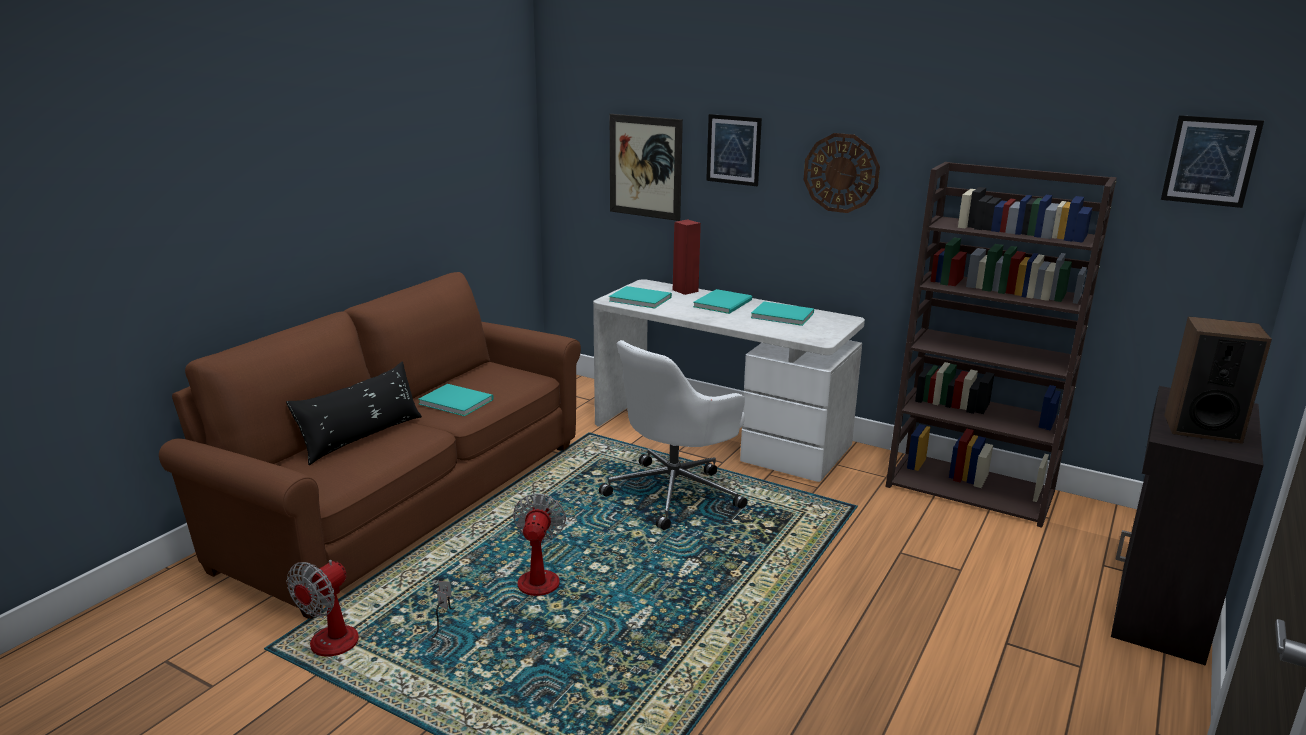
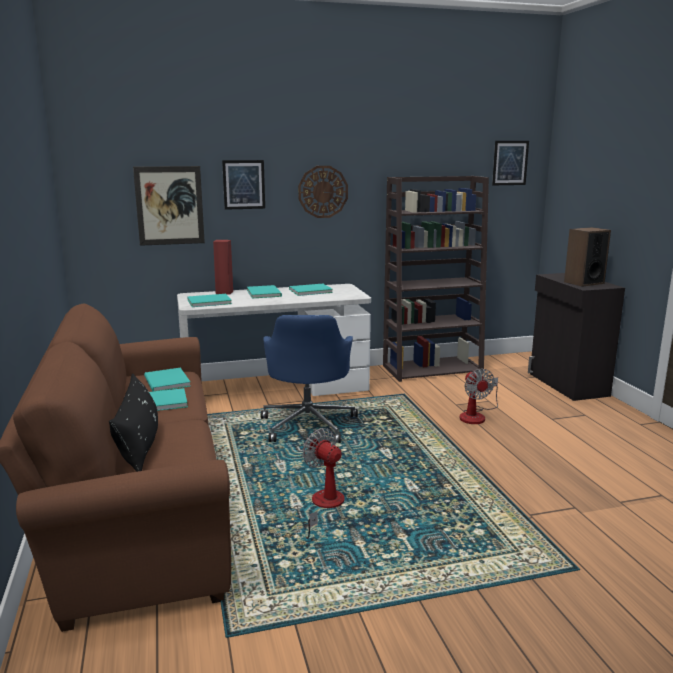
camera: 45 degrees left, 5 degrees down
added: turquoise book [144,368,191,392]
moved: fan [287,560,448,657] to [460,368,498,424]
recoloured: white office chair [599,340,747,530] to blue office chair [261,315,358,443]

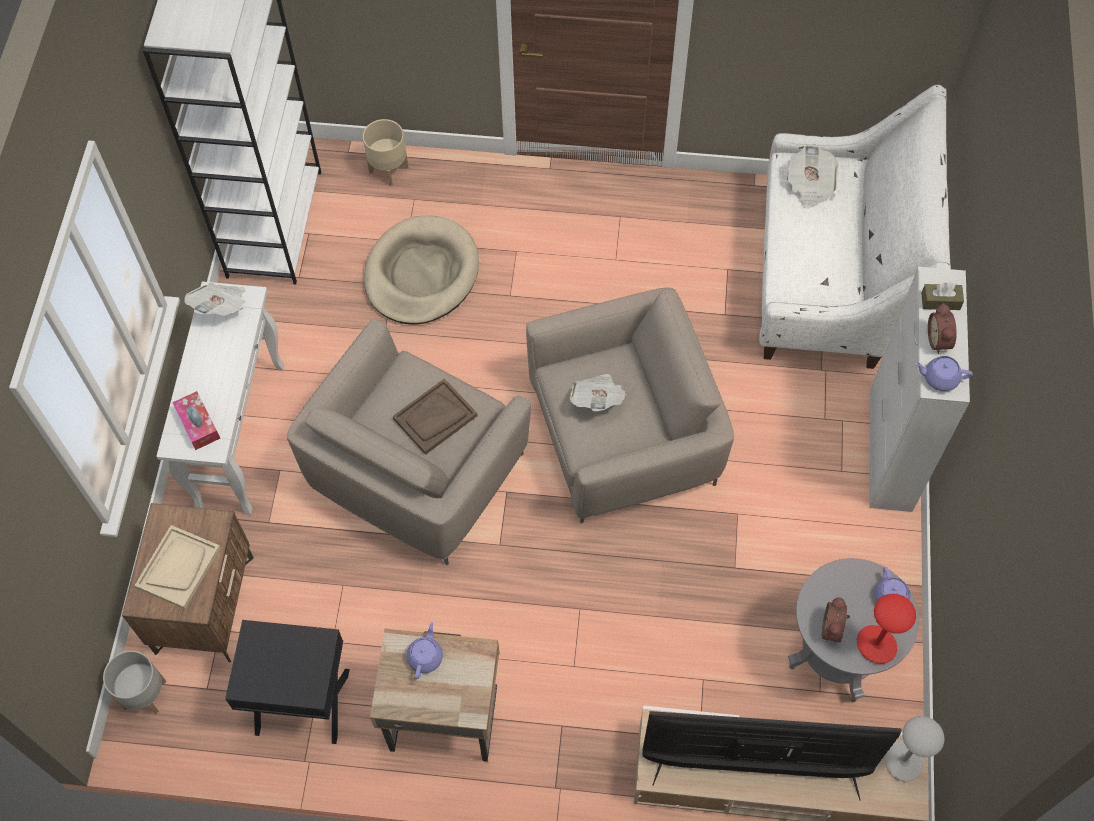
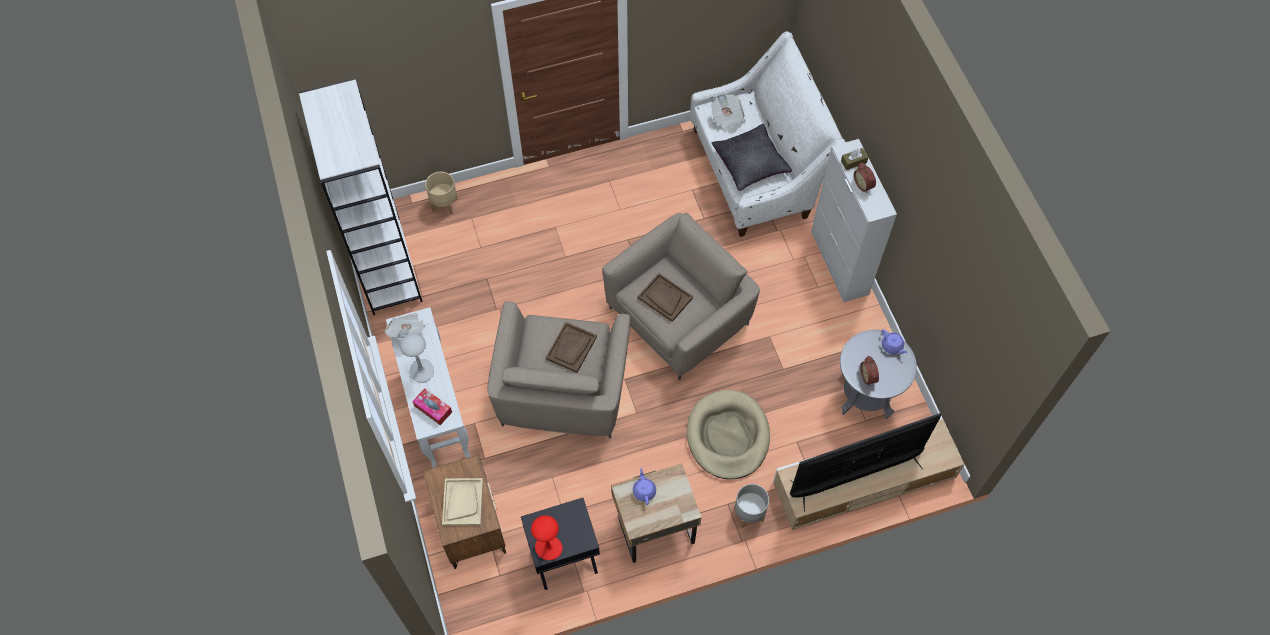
camera: 25 degrees left, 0 degrees up
removed: purple teapot [914,356,973,391]
added: black pillow [711,124,792,191]
moved: beige dog bed [364,215,479,325] to [687,390,770,479]; red table lamp [857,594,916,664] to [531,515,563,560]; grey planter [103,651,166,714] to [735,484,769,528]; grey table lamp [885,716,945,782] to [400,333,434,383]
replaced: newspaper [569,374,627,411] to brown tray [638,273,693,322]

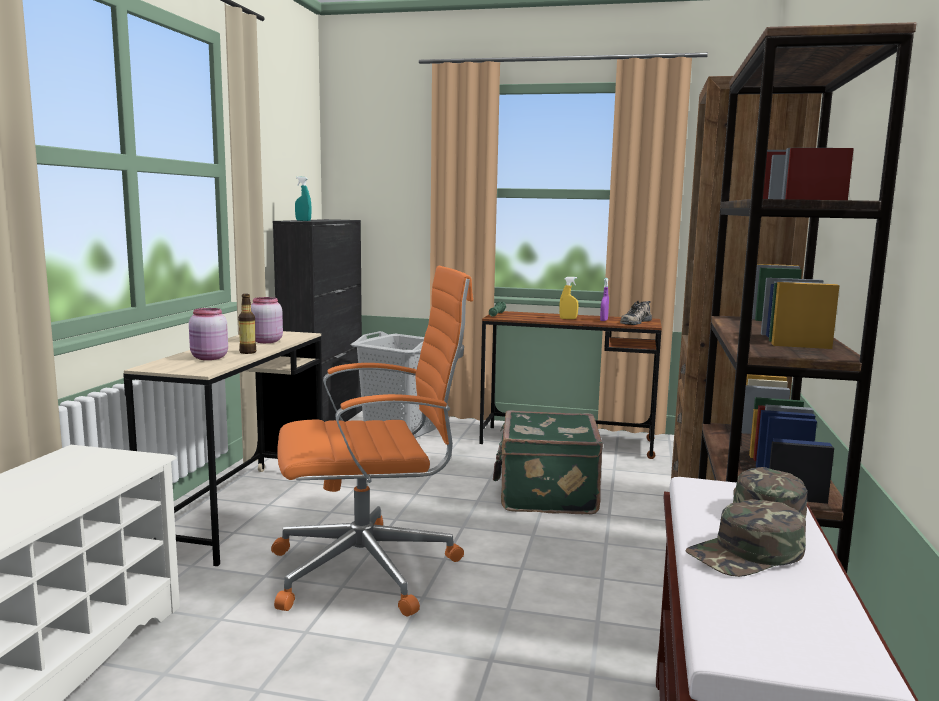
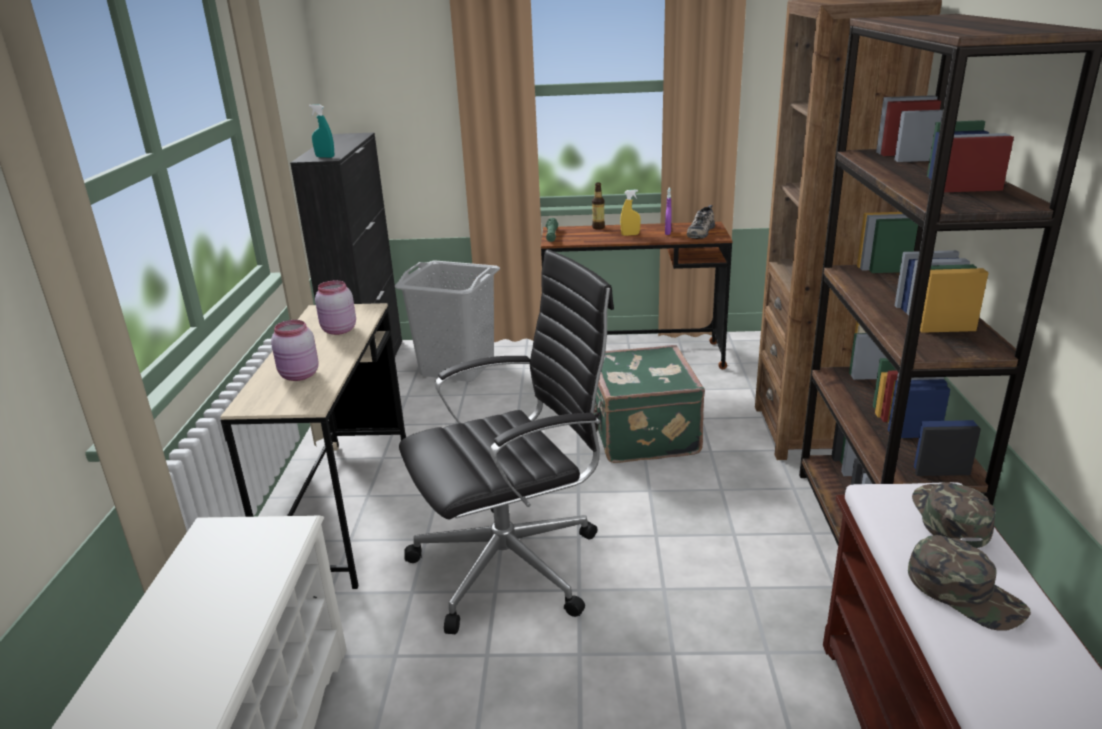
camera: 10 degrees left, 15 degrees up
moved: bottle [238,294,257,354] to [592,183,605,229]
recoloured: orange office chair [271,266,473,616] to black office chair [399,249,614,634]
turned: green cap [685,499,806,577] = [908,535,1031,631] 90 degrees counterclockwise

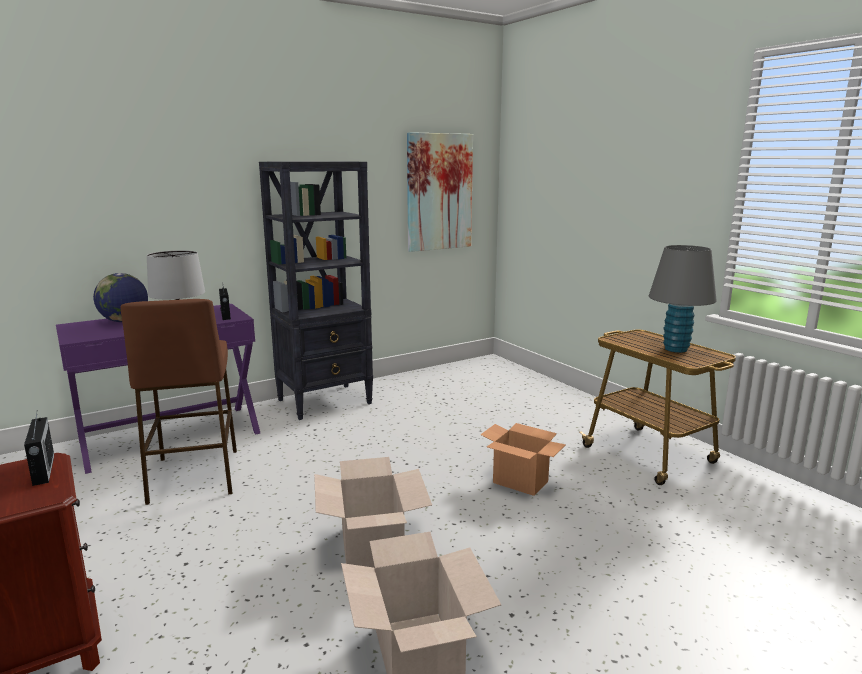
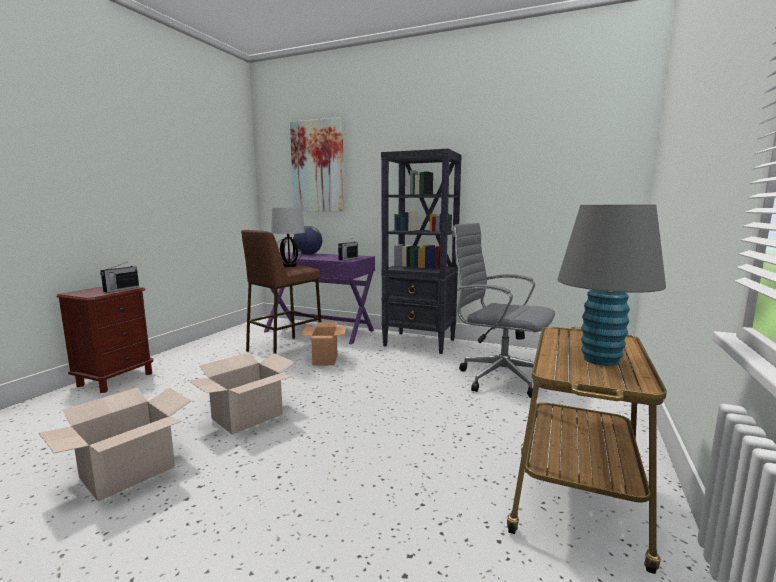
camera: 55 degrees right, 5 degrees down
added: grey office chair [452,223,555,398]
moved: picture [407,132,473,252] to [290,117,344,212]; cardboard box [481,423,566,496] to [300,322,347,366]

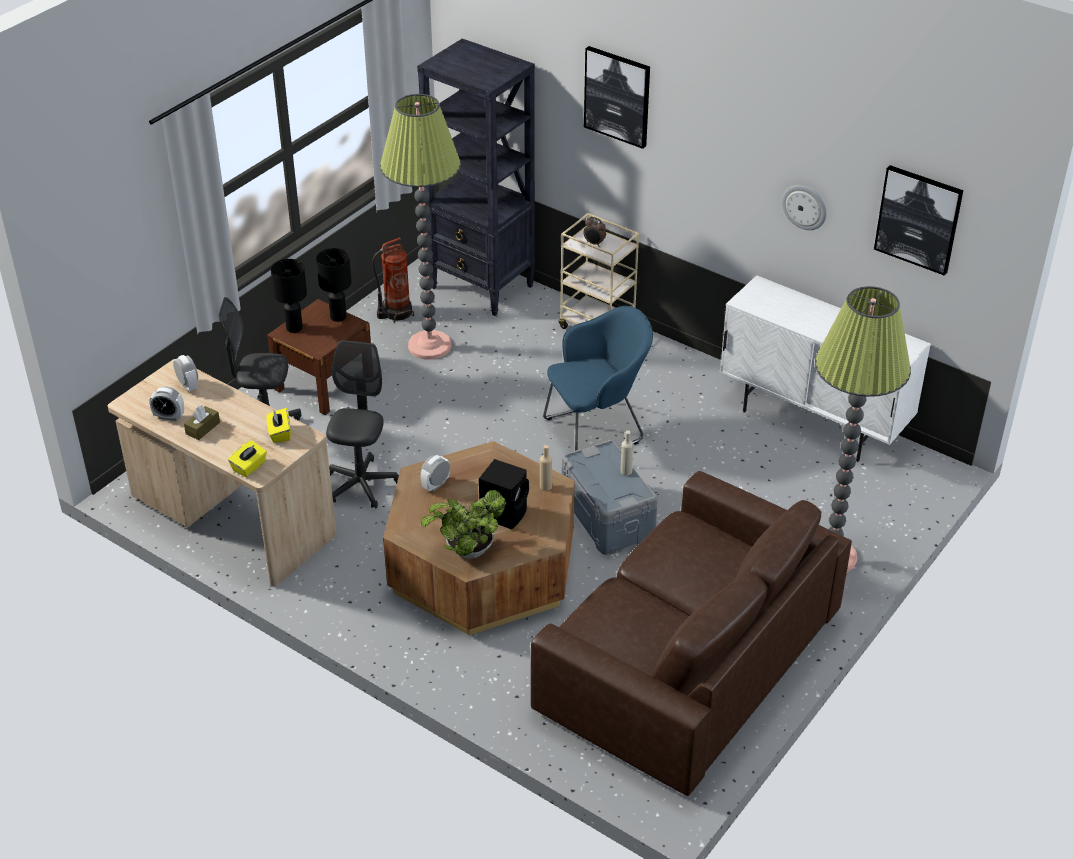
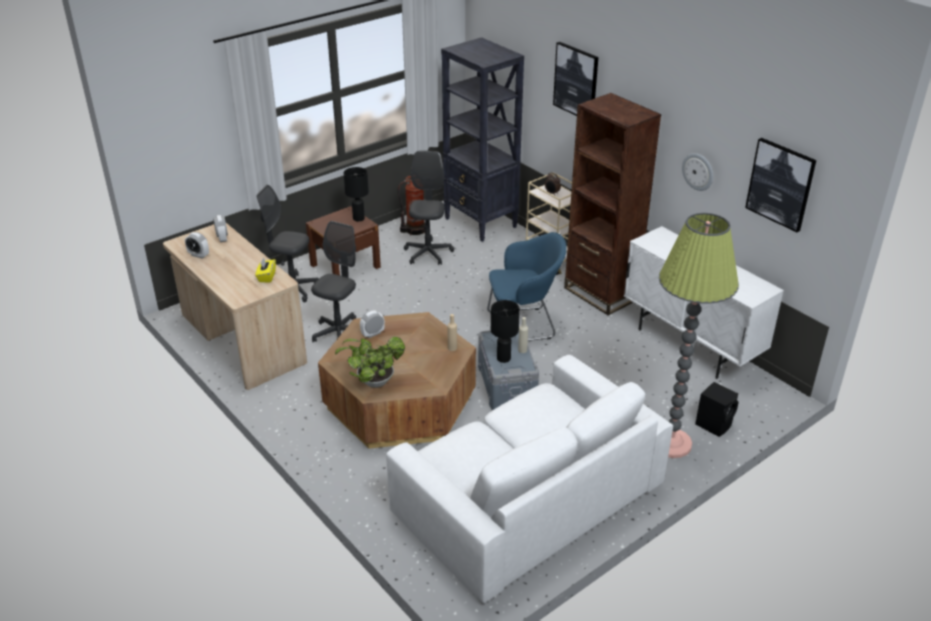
camera: 15 degrees right, 5 degrees down
removed: brown tissue box [184,405,220,440]; yellow tissue box [228,440,267,477]
added: brown bookcase [564,93,661,315]
moved: black table lamp [271,259,307,333] to [491,300,520,363]; black speaker [479,459,529,530] to [695,382,738,437]
replaced: floor lamp [380,94,461,360] to grey office chair [404,151,454,265]
recoloured: brown sofa [531,471,852,796] to white sofa [386,355,673,603]

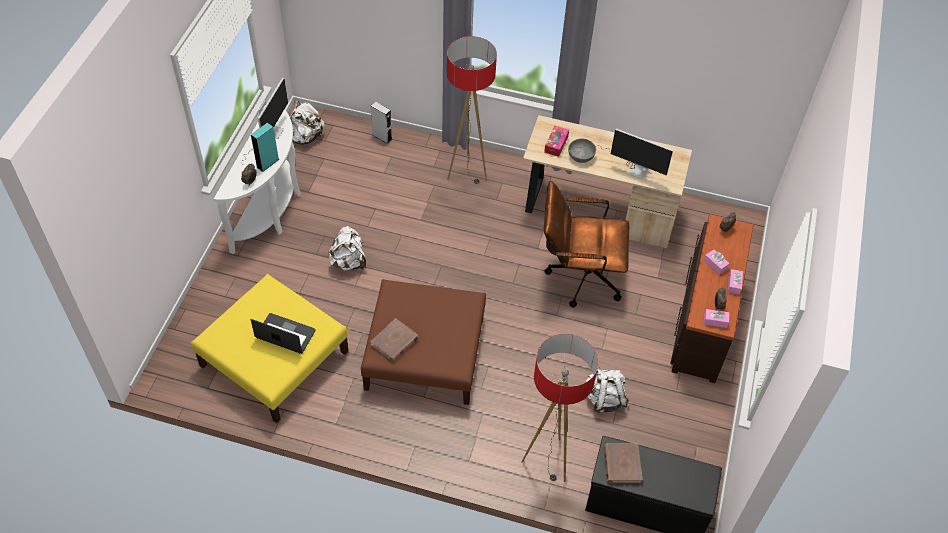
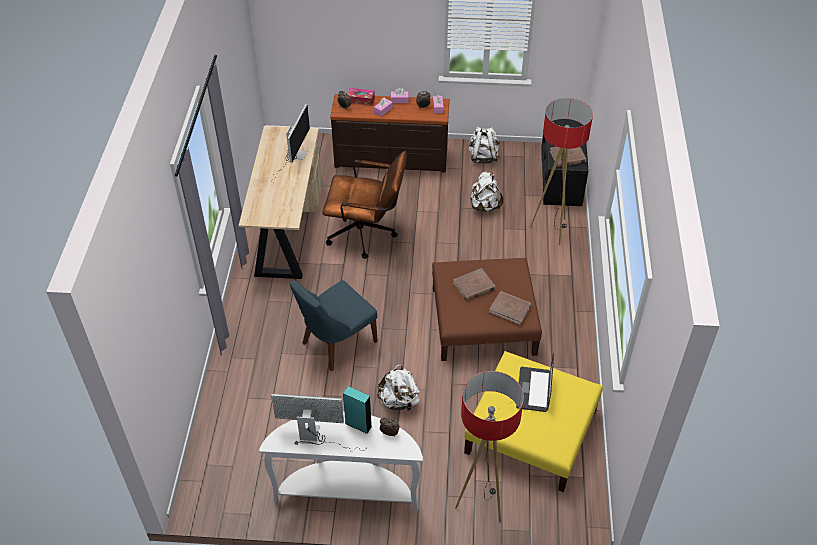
camera: 100 degrees left, 5 degrees down
removed: grey speaker [371,102,392,144]; grey bowl [568,138,596,163]
added: brown book [453,268,496,301]; blue chair [290,280,378,371]
moved: floor lamp [447,36,497,184] to [455,371,524,523]; white backpack [290,101,325,144] to [469,127,500,163]; tissue box [544,126,569,157] to [348,88,375,105]
turned: brown office chair [544,181,629,308] = [323,151,407,259] 75 degrees counterclockwise

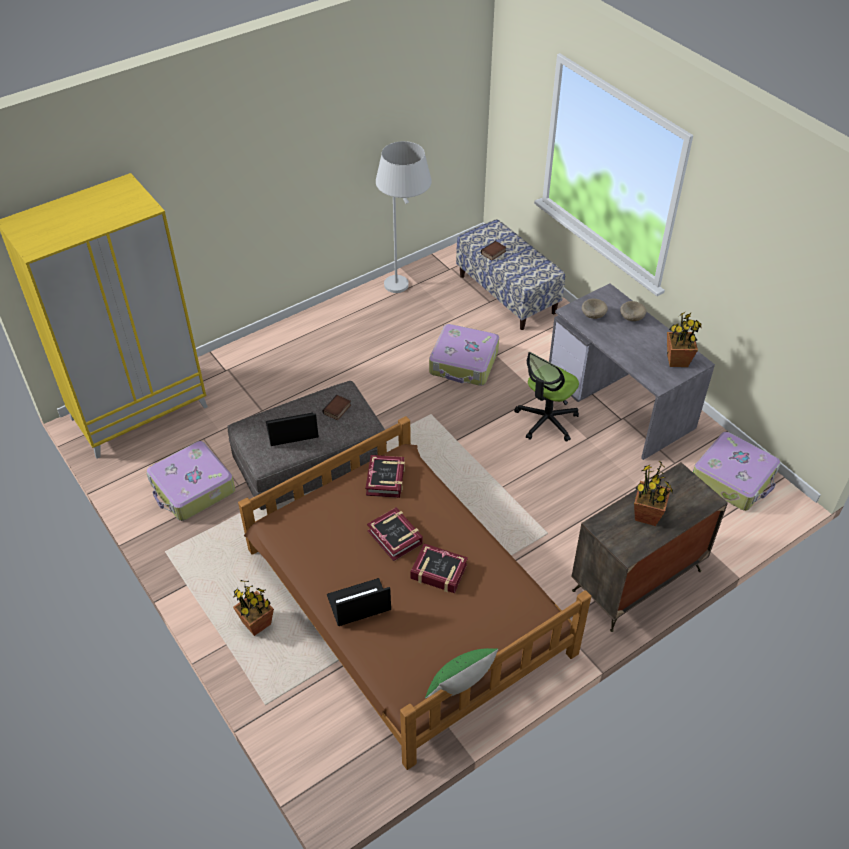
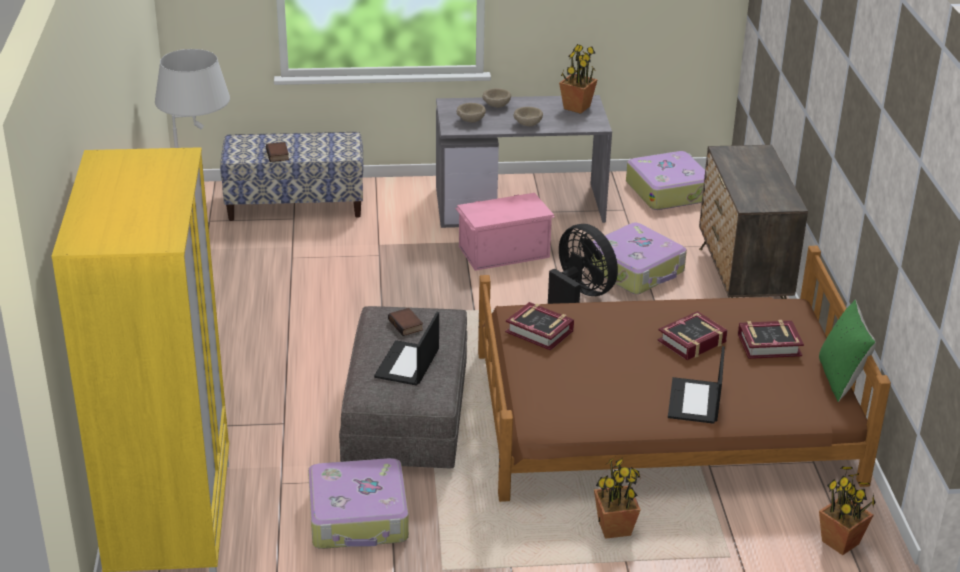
camera: 60 degrees left, 15 degrees down
added: beige bowl [514,107,543,127]; black fan [548,224,618,304]
moved: suitcase [429,324,499,386] to [587,222,687,294]; potted plant [634,461,673,526] to [819,467,876,555]; book [367,508,423,561] to [738,320,804,359]
replaced: office chair [514,352,579,442] to pink storage box [455,193,554,271]

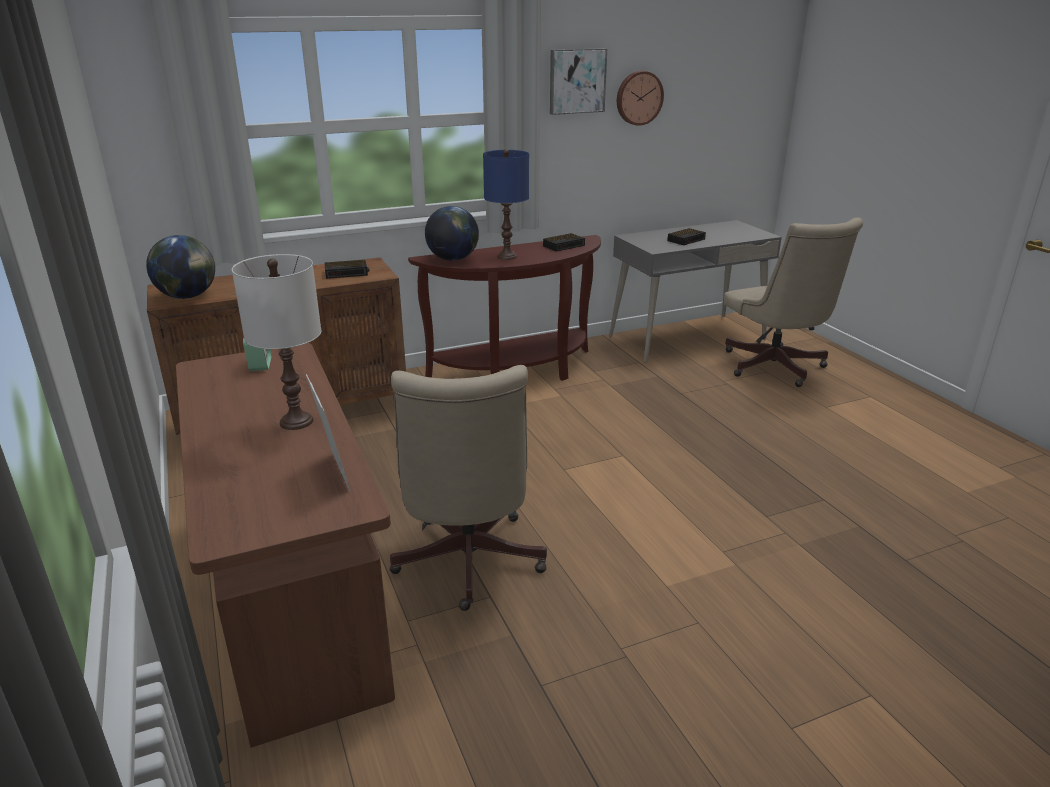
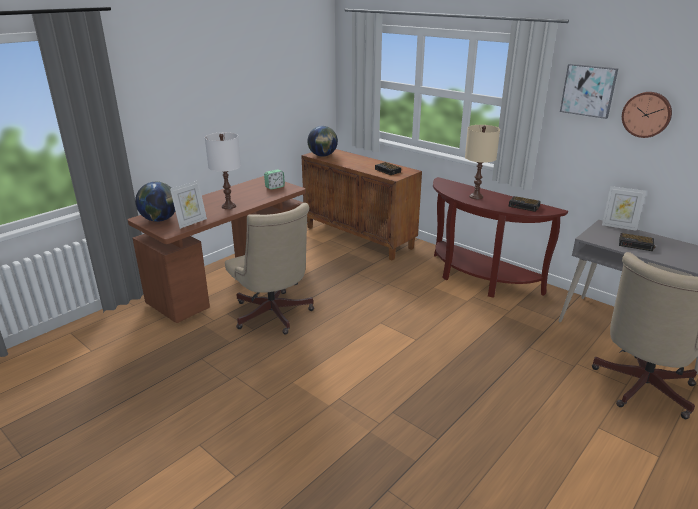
camera: 65 degrees right, 0 degrees up
added: picture frame [602,186,646,231]
moved: globe [425,206,479,261] to [135,182,175,222]
recoloured: blue table lamp [483,149,529,260] to beige table lamp [465,125,500,199]
turned: beige office chair [389,365,547,611] = [225,203,314,334] 90 degrees counterclockwise

